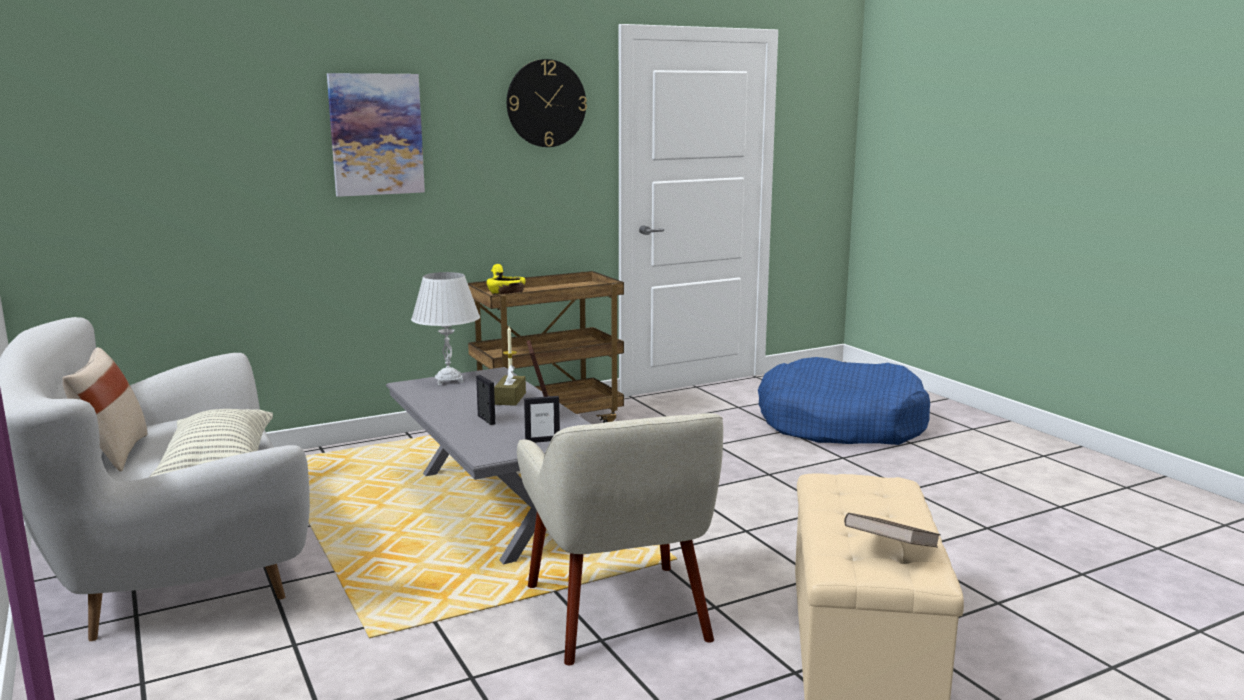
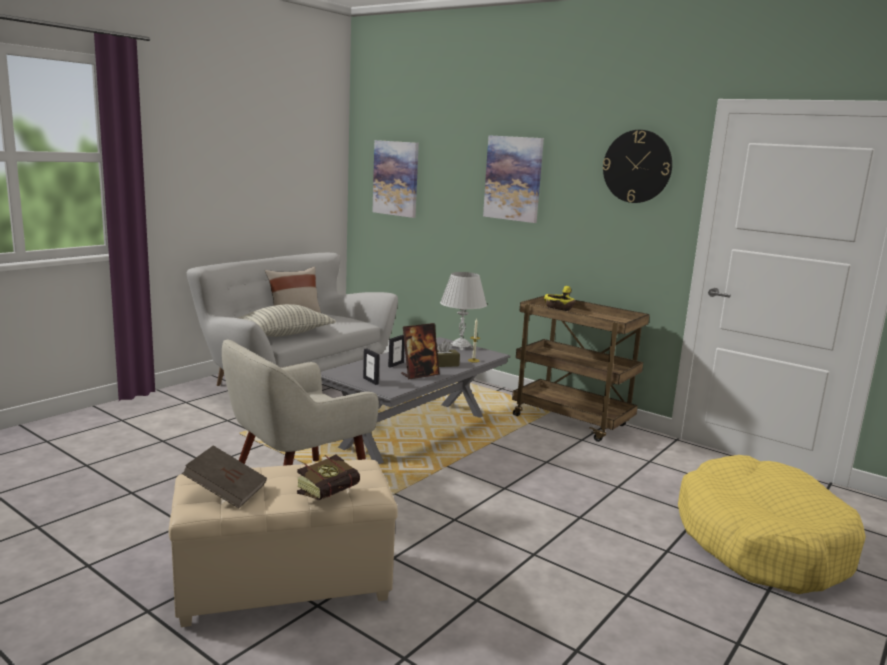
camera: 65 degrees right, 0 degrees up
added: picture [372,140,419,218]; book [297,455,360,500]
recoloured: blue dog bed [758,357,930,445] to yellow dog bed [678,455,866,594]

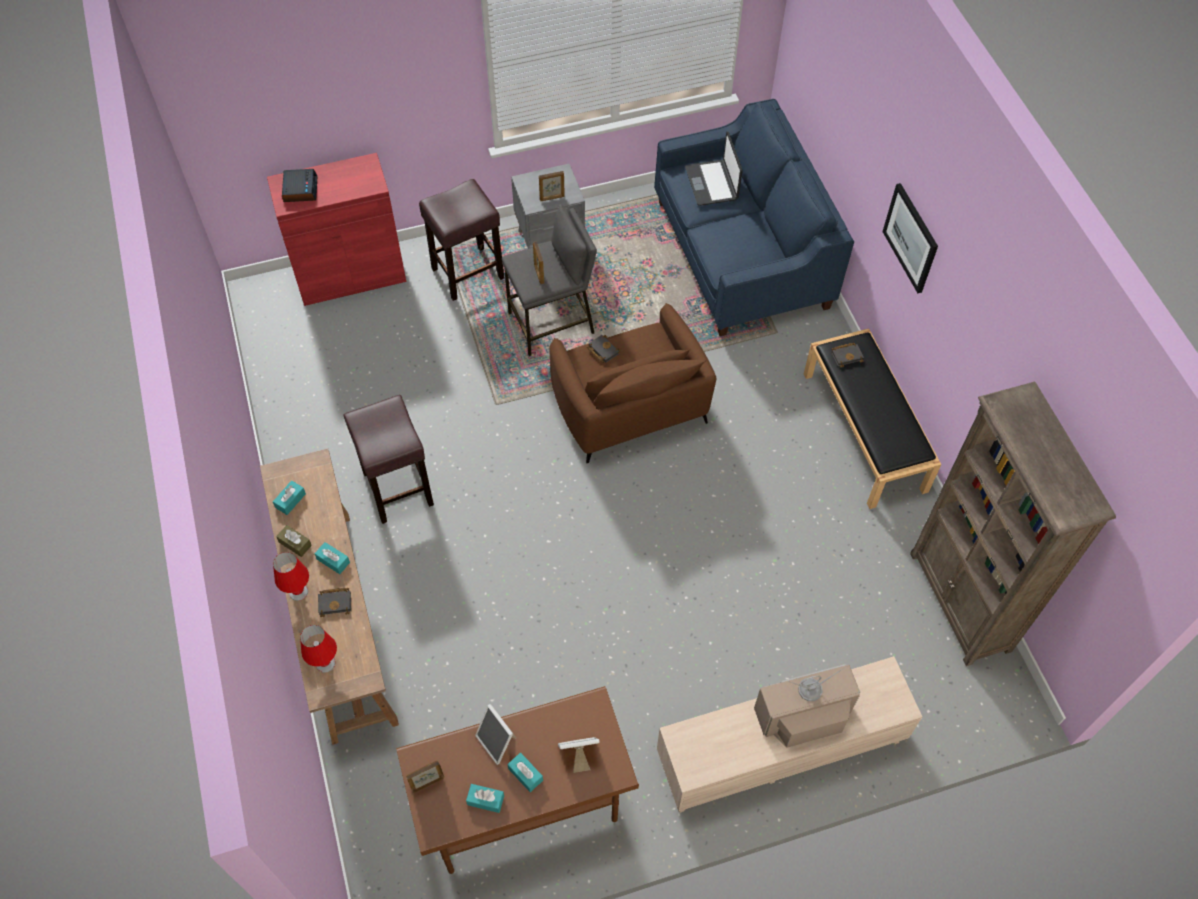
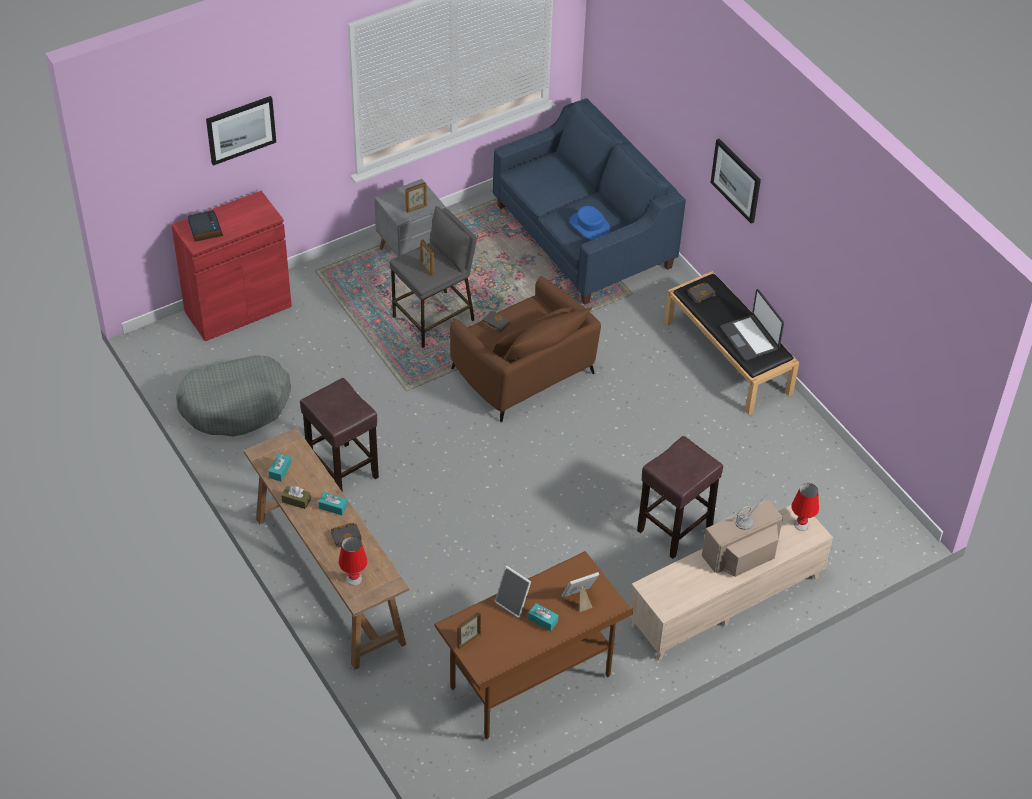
camera: 15 degrees left, 10 degrees down
removed: brown bookcase [910,382,1116,666]; turquoise tissue box [466,784,504,813]
added: picture [206,96,276,166]; blue hat [570,206,610,240]; grey dog bed [176,355,291,436]
moved: laptop [685,131,743,206] to [720,289,784,361]; brown stool [419,179,504,301] to [637,436,723,559]; red table lamp [273,552,309,601] to [791,483,819,531]

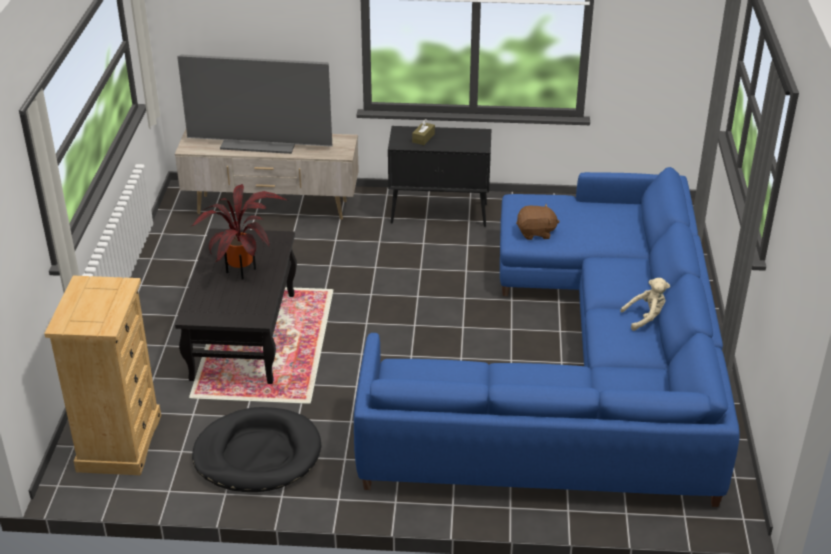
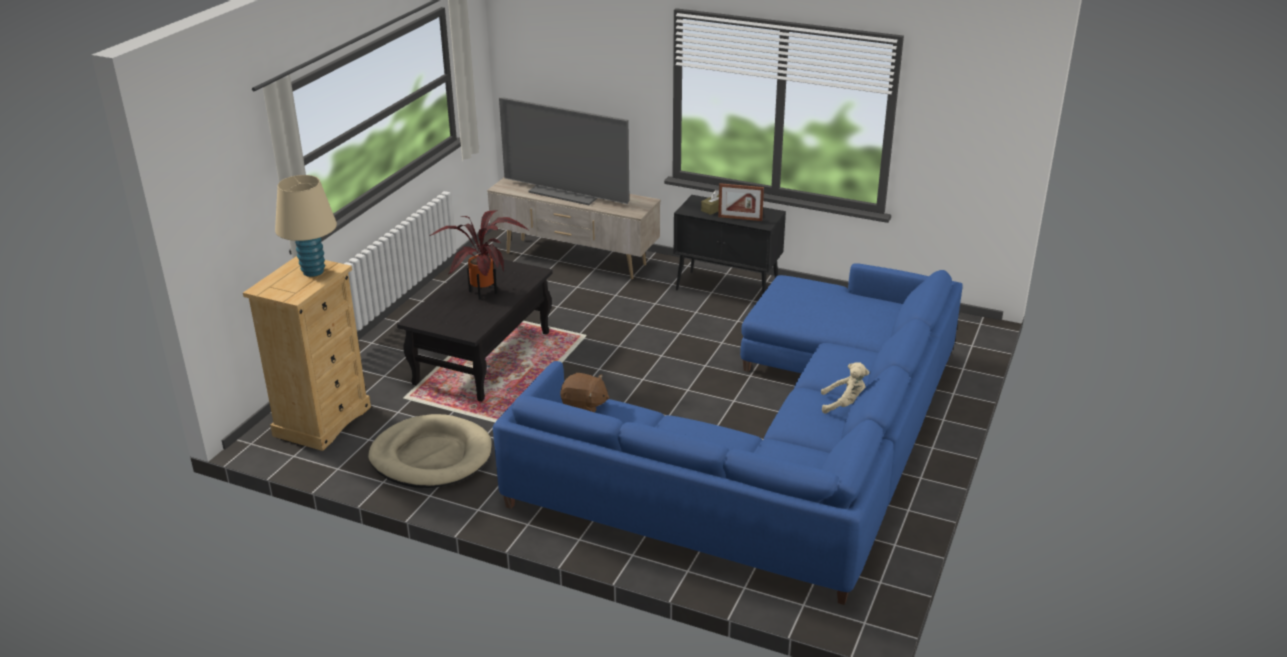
camera: 20 degrees right, 5 degrees down
added: beige table lamp [275,175,337,277]; picture frame [718,183,764,221]
moved: brown plush toy [516,204,560,240] to [560,373,609,412]
recoloured: black dog bed [192,407,322,492] to beige dog bed [368,414,492,488]

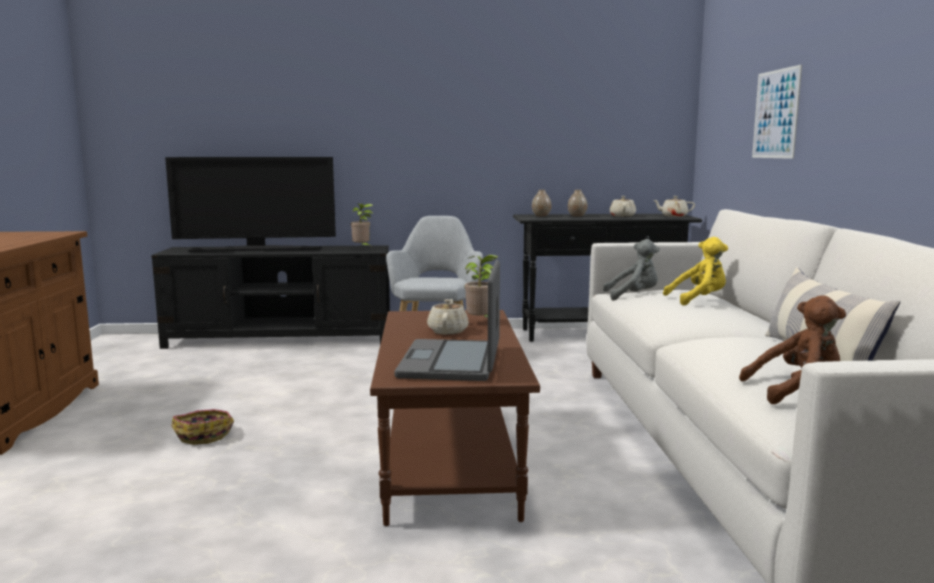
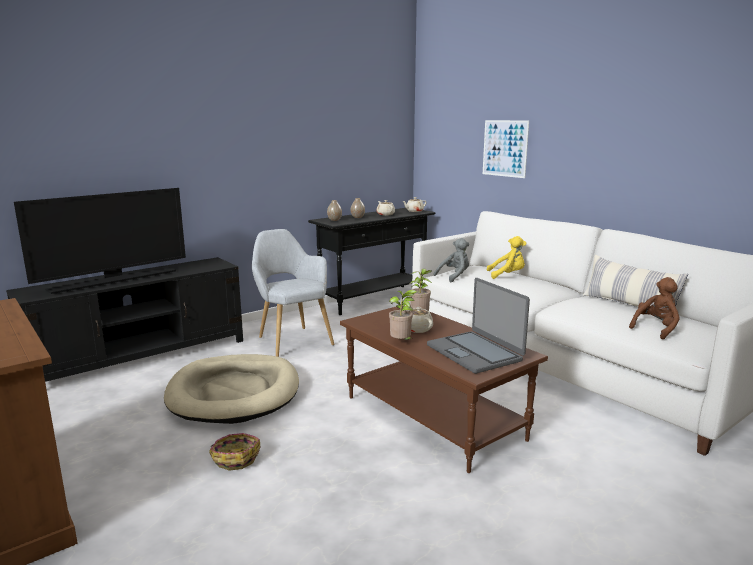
camera: 35 degrees left, 5 degrees up
added: beige dog bed [164,354,299,424]
moved: potted plant [351,204,373,248] to [389,290,417,340]
turned: yellow plush toy [663,237,728,305] = [487,236,526,279] 45 degrees clockwise

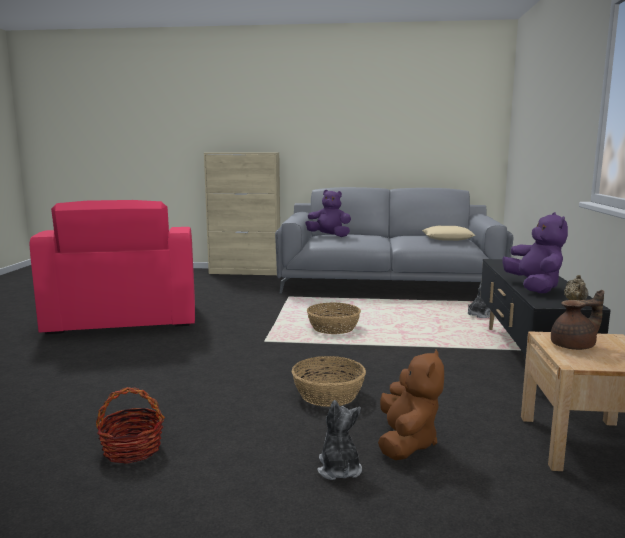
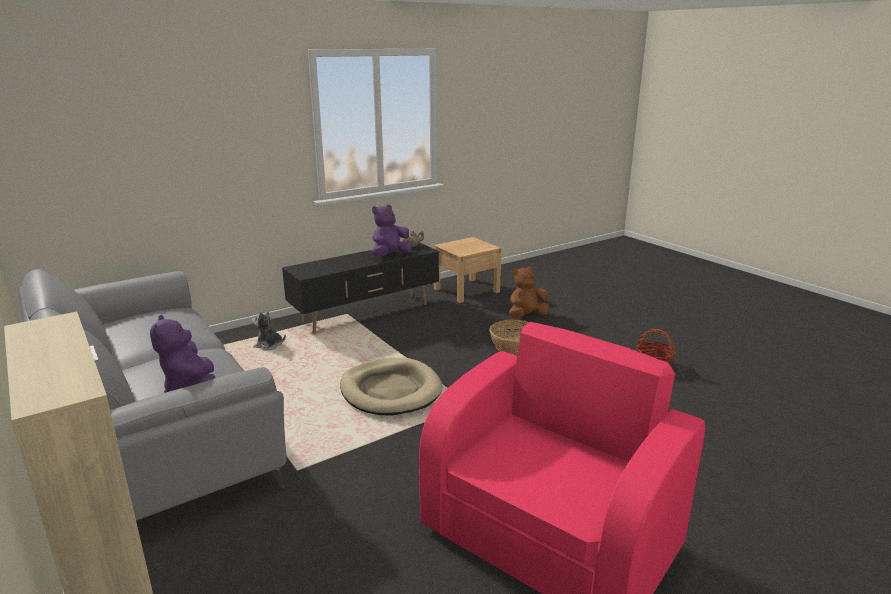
camera: 130 degrees left, 10 degrees up
removed: beige pillow [422,226,475,241]; brown teapot [551,290,604,350]; plush toy [317,400,362,480]
replaced: basket [307,302,361,334] to beige dog bed [340,357,443,415]

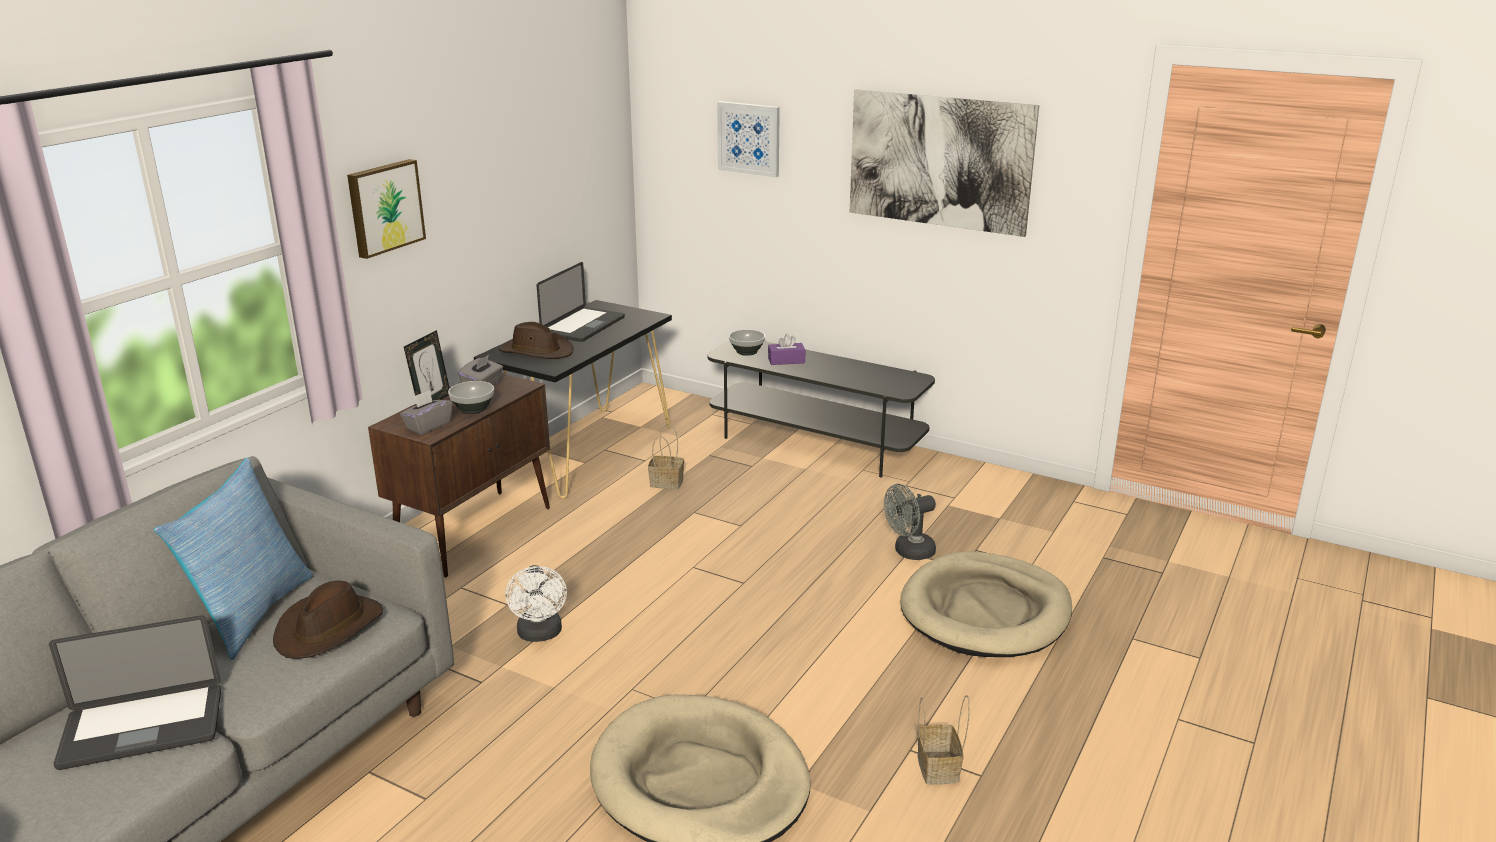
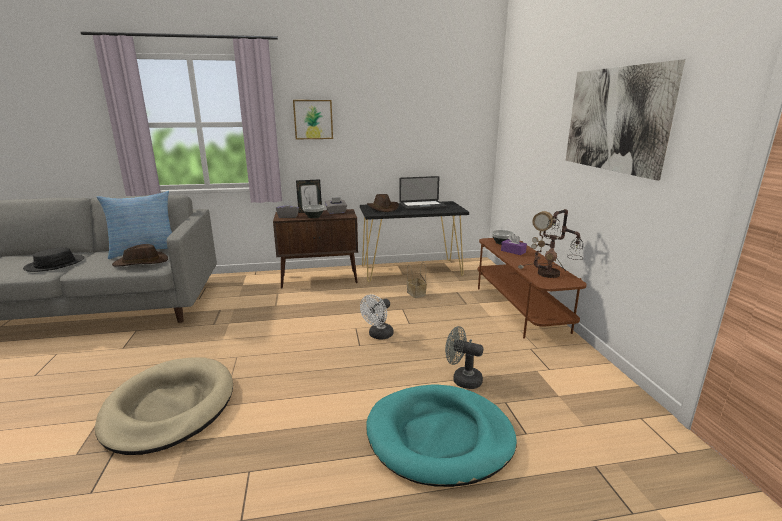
camera: 50 degrees right, 5 degrees down
removed: picture [717,101,780,177]; basket [918,695,970,785]
added: table lamp [518,209,584,278]
moved: white fan [505,565,567,642] to [360,294,393,340]
replaced: laptop [49,615,221,770] to black hat [23,247,84,272]
recoloured: grey tv stand [708,340,935,478] to brown tv stand [478,238,587,339]; beige dog bed [900,551,1072,657] to turquoise dog bed [366,385,517,487]

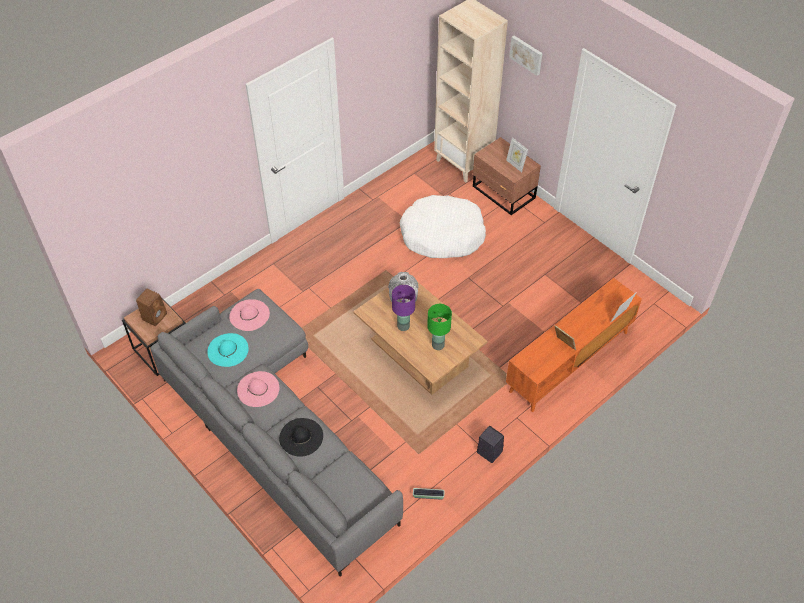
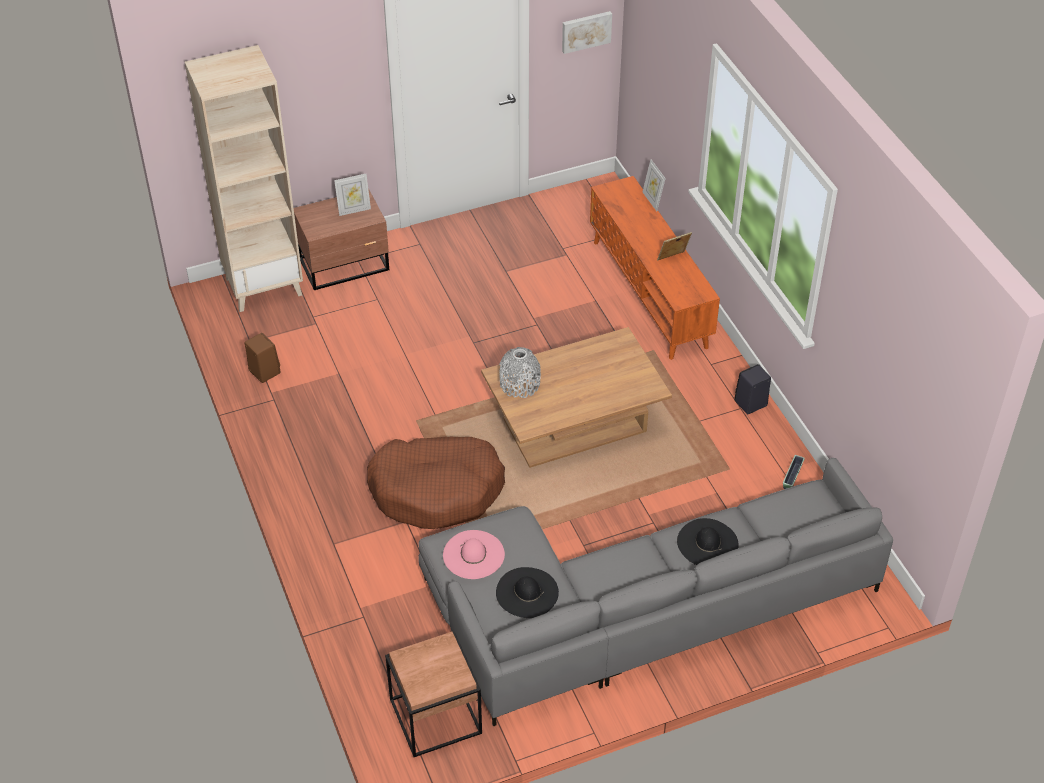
camera: 70 degrees left, 5 degrees down
removed: white dog bed [400,195,486,258]; purple table lamp [392,285,415,331]; green table lamp [427,304,452,350]; pink hat [237,371,279,407]
added: brown dog bed [367,437,505,529]
moved: picture [509,36,543,76] to [562,11,612,54]; brown speaker [136,288,167,326] to [244,333,280,383]
recoloured: turquoise hat [207,333,249,367] to black hat [496,567,559,618]

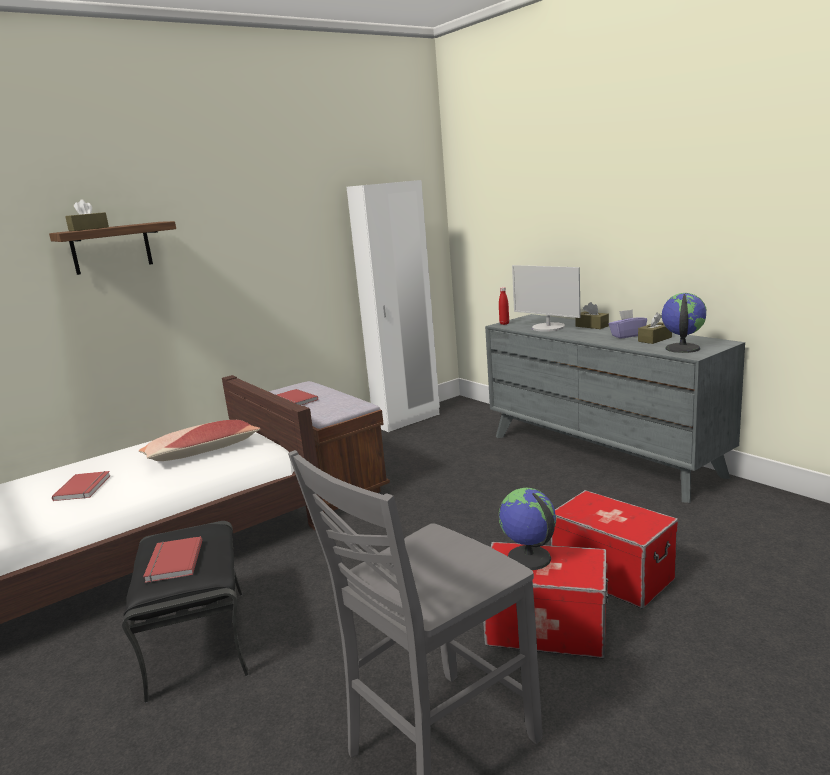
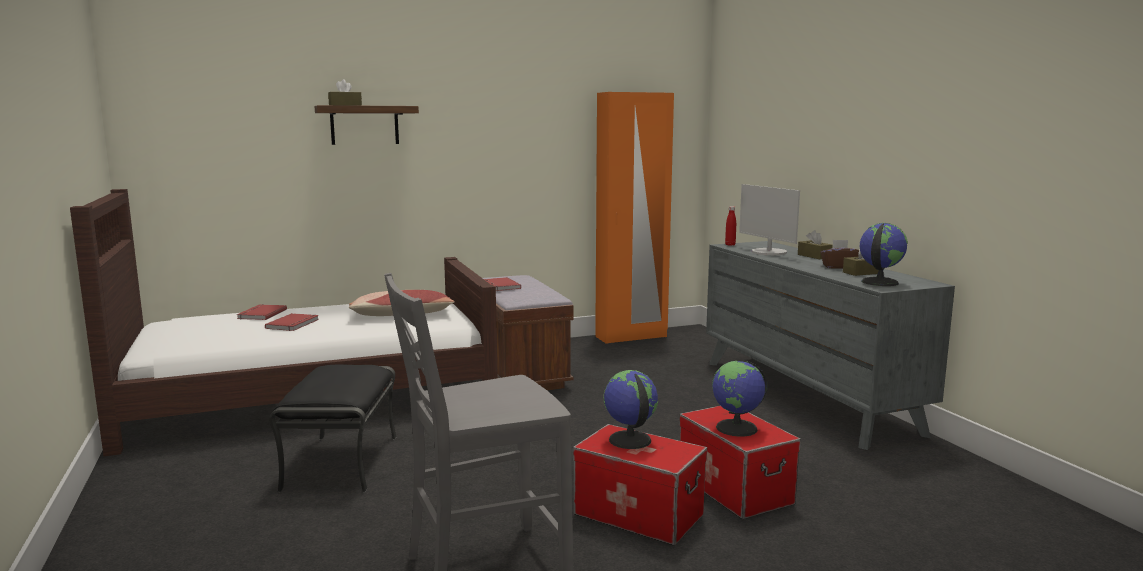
camera: 15 degrees right, 5 degrees down
added: globe [712,361,768,437]
moved: red book [143,536,202,583] to [237,304,287,320]
recoloured: white wardrobe [347,180,440,432] to orange wardrobe [595,92,674,344]; purple tissue box [609,309,647,338] to brown tissue box [820,240,859,268]

